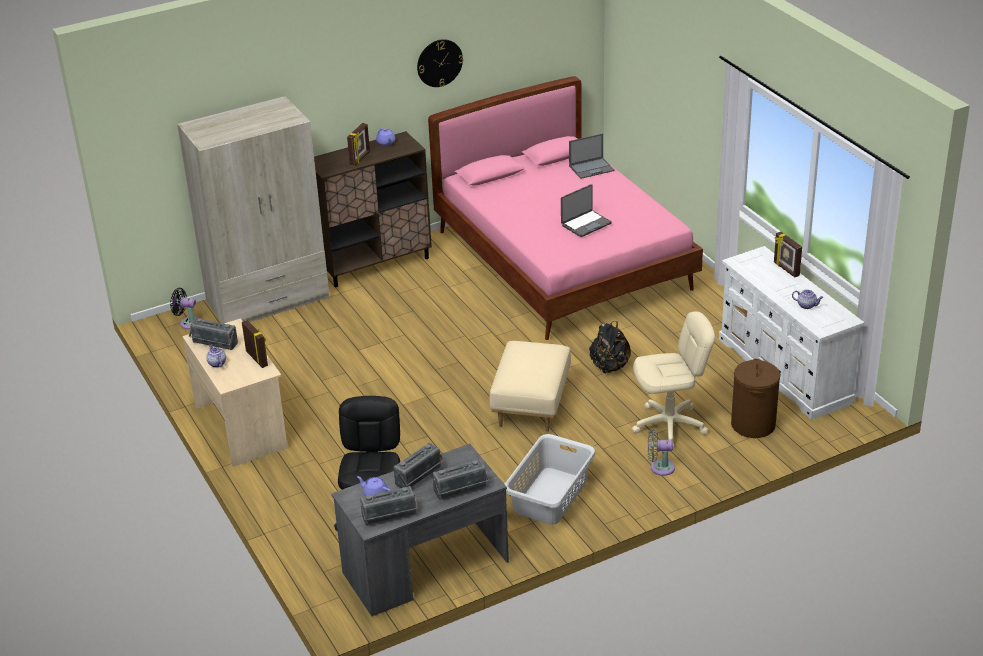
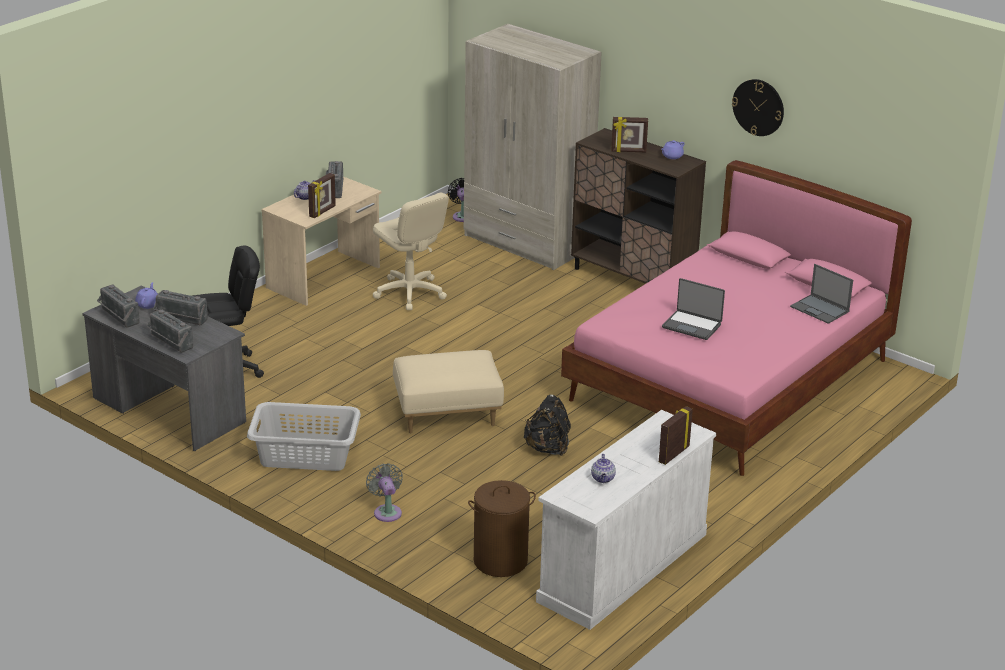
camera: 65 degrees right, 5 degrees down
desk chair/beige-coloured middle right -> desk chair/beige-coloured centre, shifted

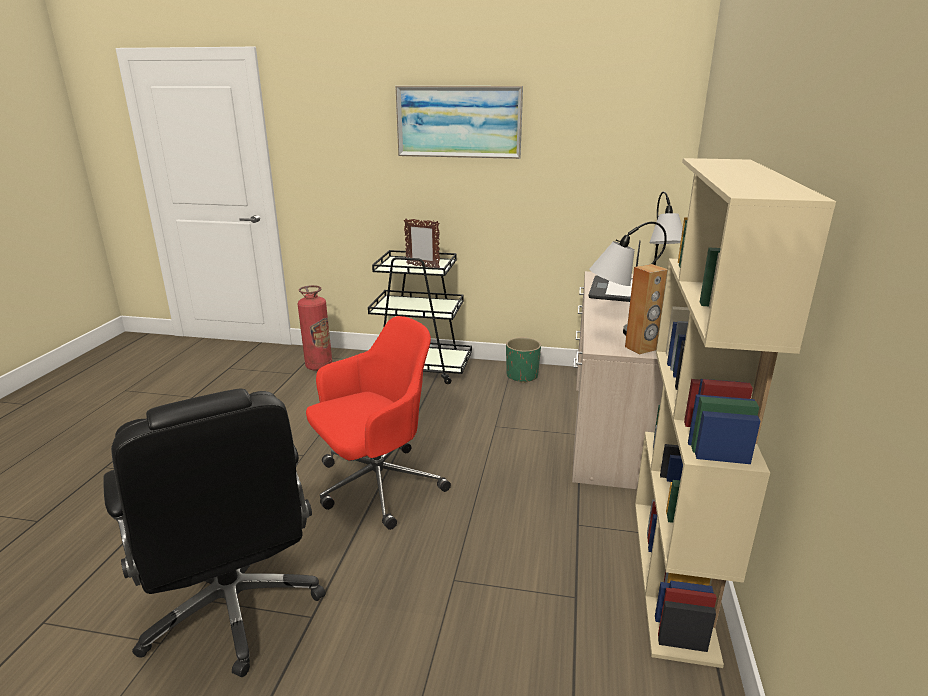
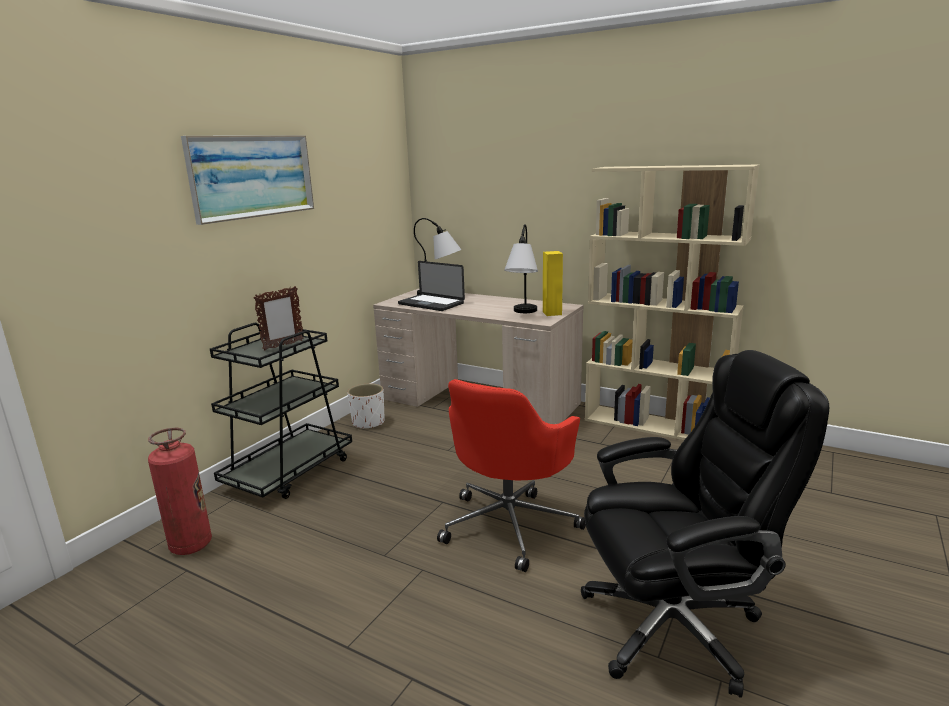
camera: 70 degrees left, 5 degrees down
speaker/brownish middle right -> speaker/yellowish centre
desk chair/red-coloured centre -> desk chair/red-coloured bottom centre, 135 degrees counterclockwise
plant pot/green-coloured centre -> plant pot/whitish centre

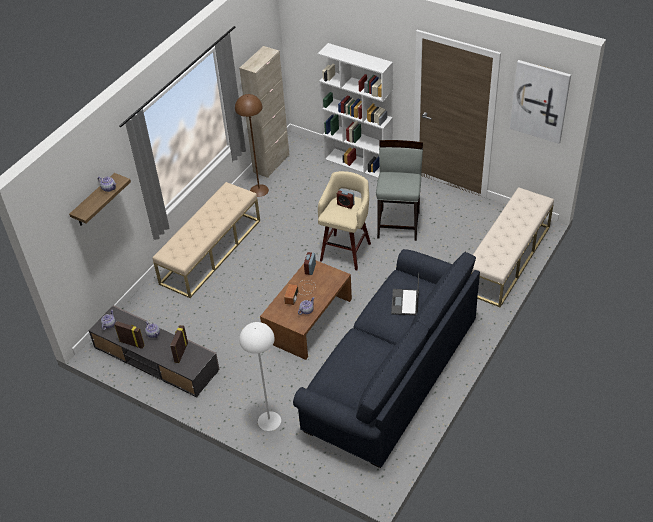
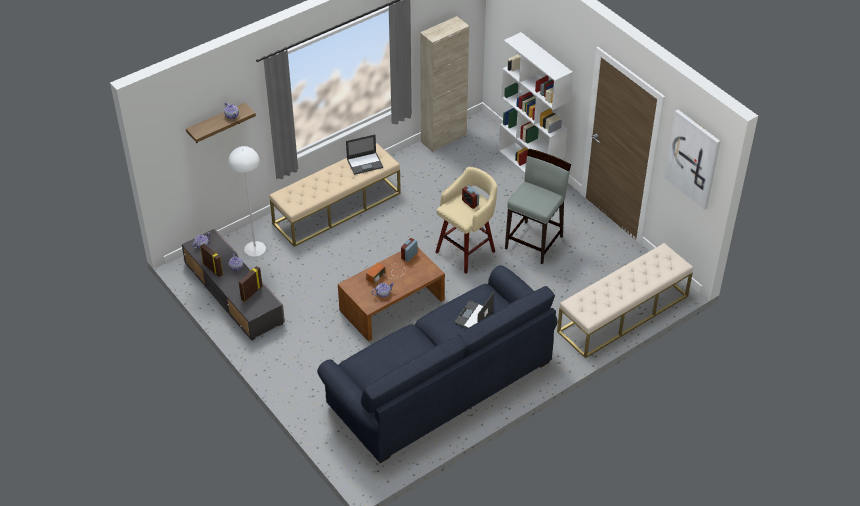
camera: 20 degrees right, 0 degrees up
standard lamp/brownish top centre -> none
standard lamp/whitish bottom centre -> standard lamp/whitish middle left, shifted
none -> laptop (no. 1 from left) top centre

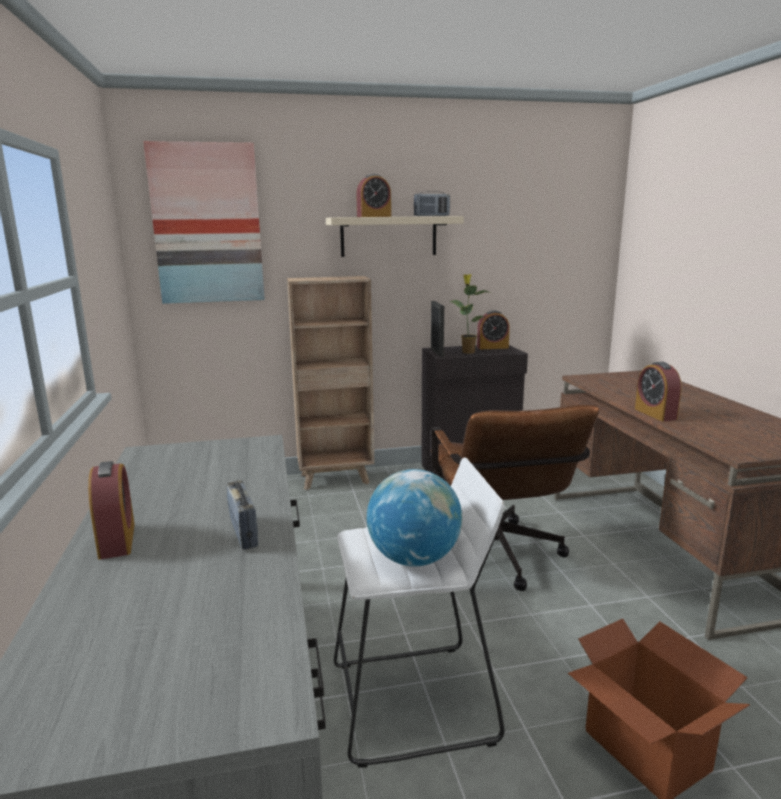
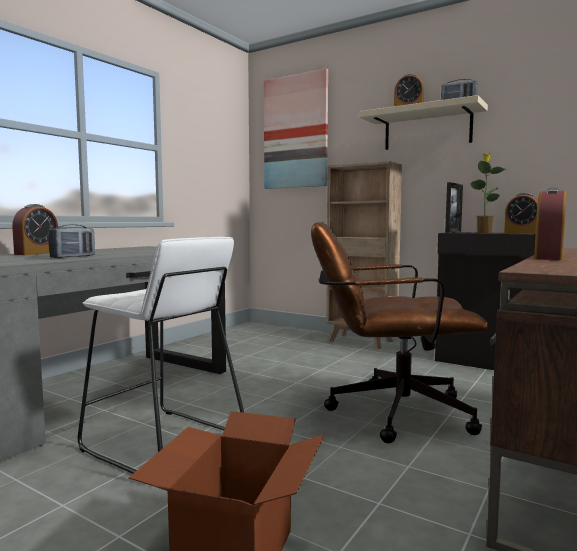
camera: 45 degrees right, 10 degrees down
desk chair/brownish centre -> desk chair/brownish middle right, 60 degrees clockwise
desk globe centre -> none

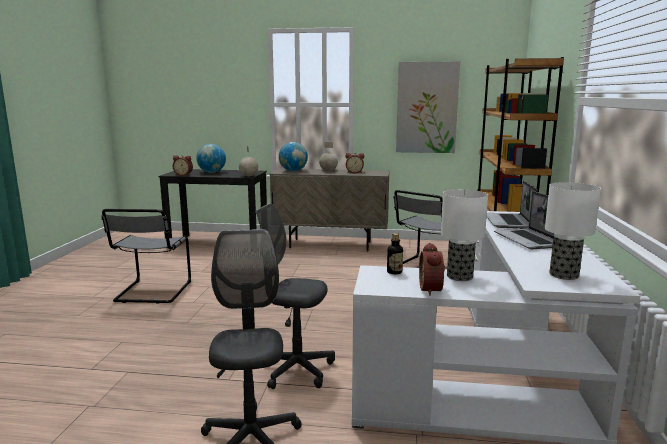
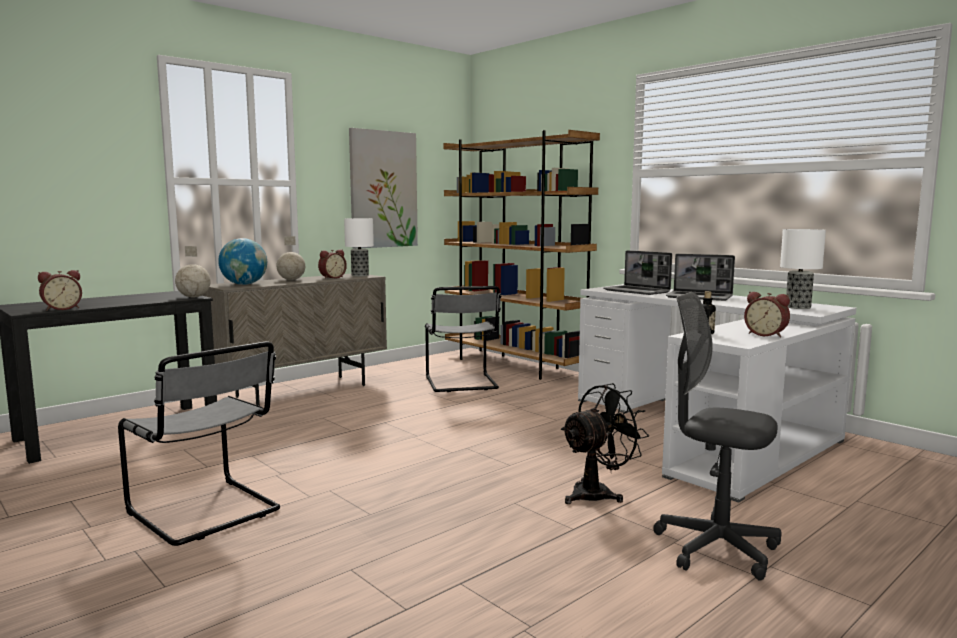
camera: 50 degrees left, 5 degrees down
desk globe (no. 1 from left) middle left -> none
lamp for a table (no. 1 from left) middle right -> lamp for a table (no. 1 from left) centre, shifted
desk chair/gray (no. 2 from left) bottom centre -> electric fan/blackish bottom centre

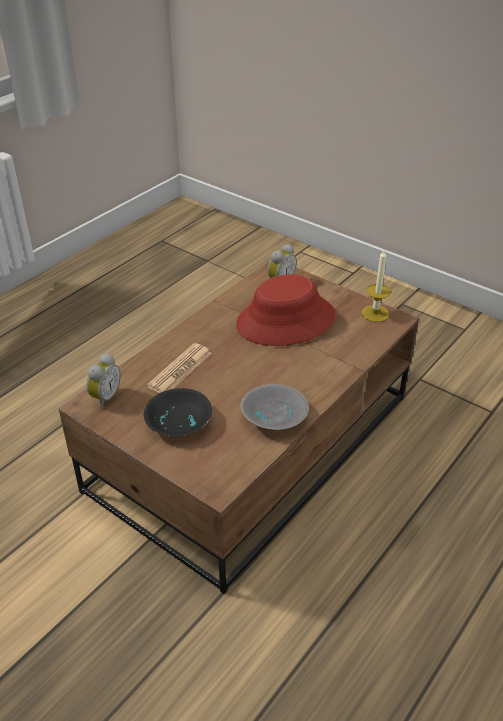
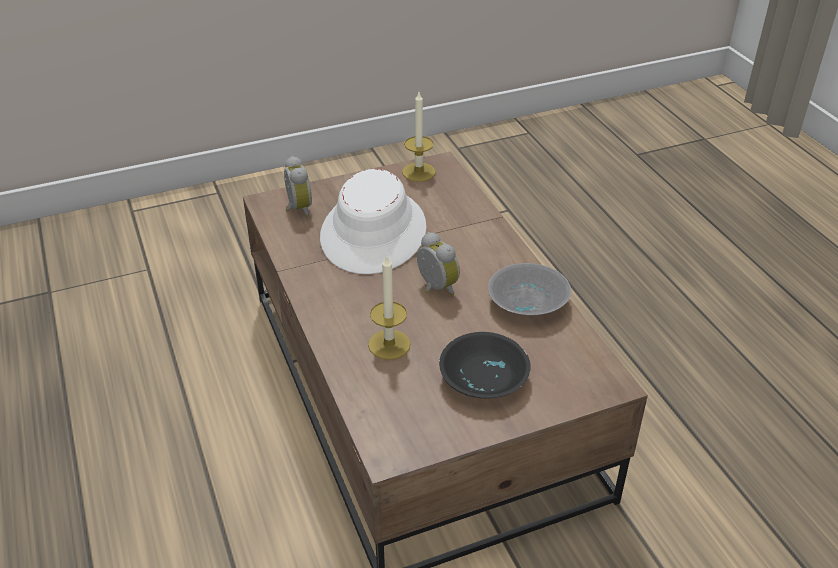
camera: 60 degrees left, 0 degrees up
wearable hat/red-coloured centre -> wearable hat/whitish centre
newspaper centre -> wax candle (no. 1 from left) centre
table clock (no. 1 from left in the first image) middle left -> table clock (no. 2 from left) centre, shifted

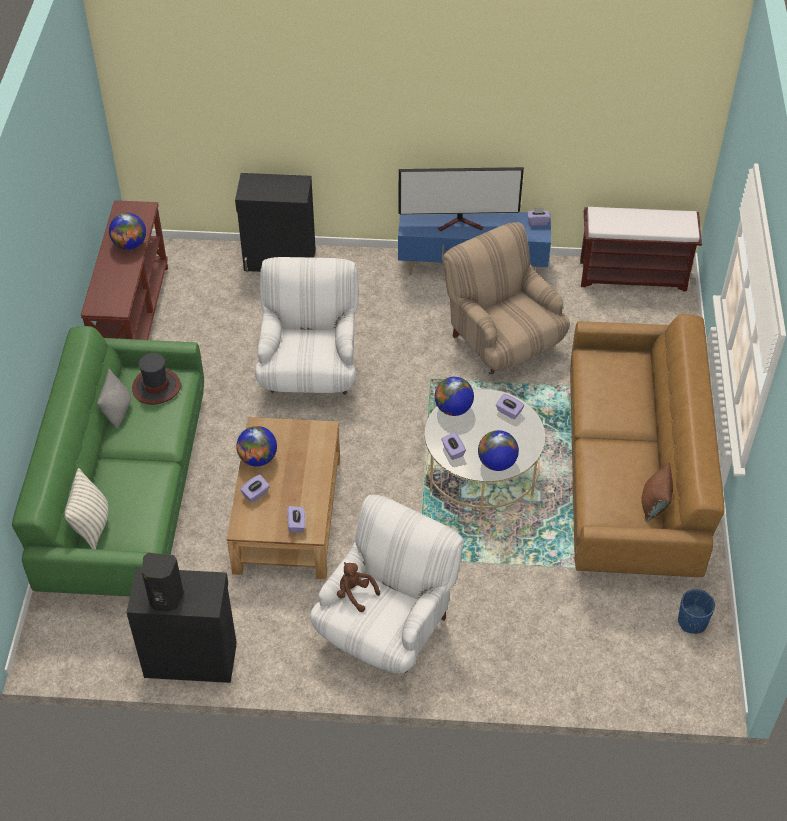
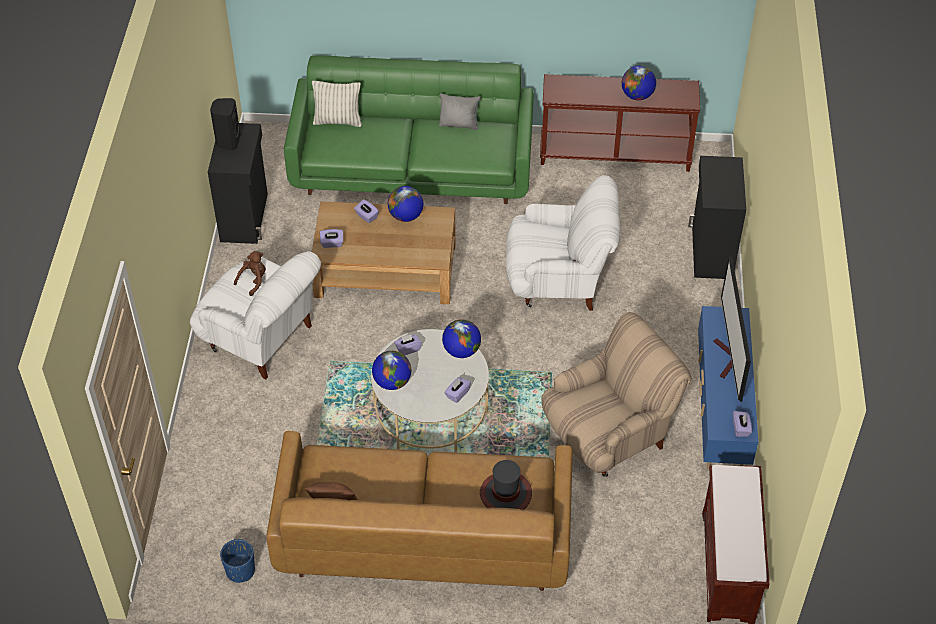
camera: 90 degrees right, 0 degrees up
wearable hat middle left -> wearable hat bottom centre, shifted

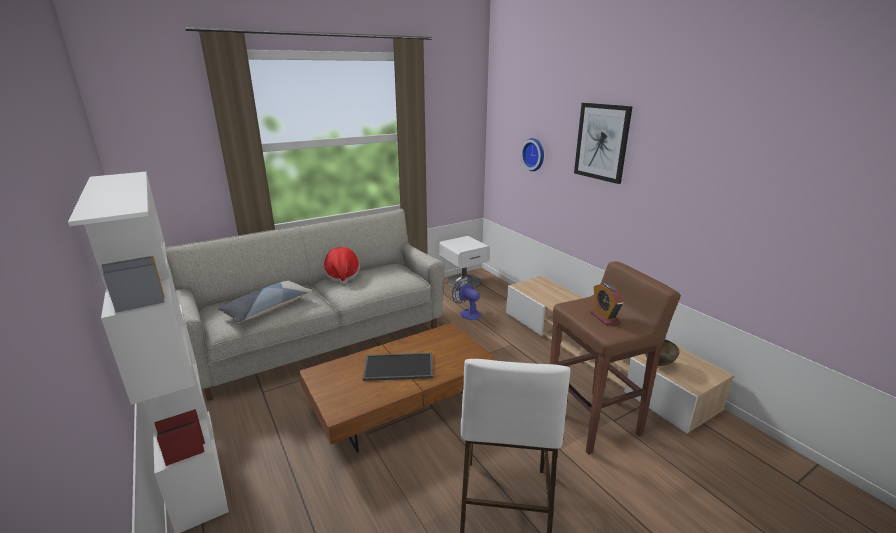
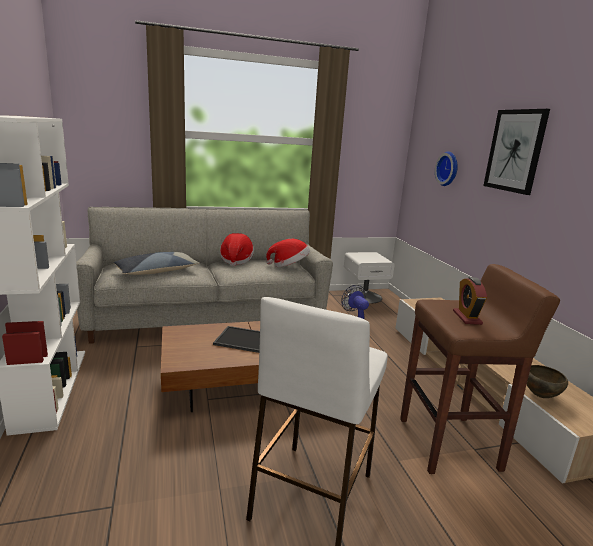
camera: 15 degrees right, 5 degrees down
none -> wearable hat (no. 2 from left) centre

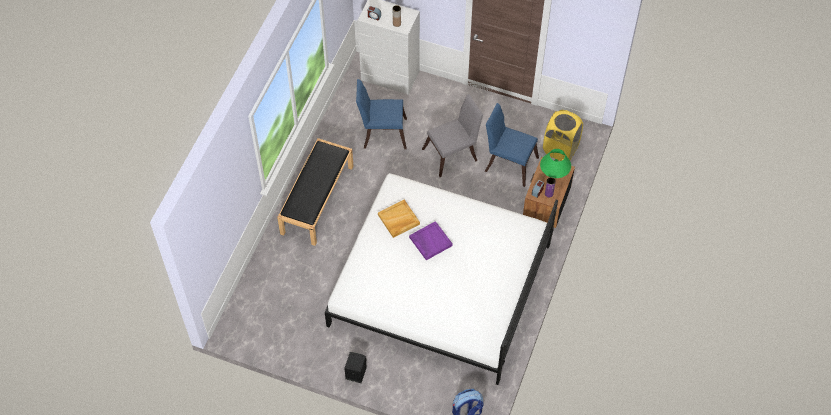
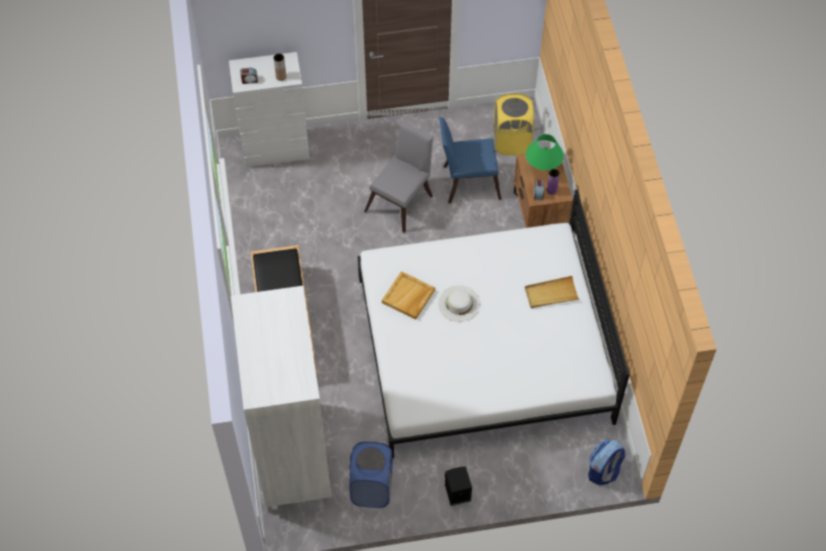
camera: 30 degrees left, 0 degrees up
plain chair/bluish (no. 1 from left) top centre -> none
tray/purple-coloured centre -> wearable hat/whitish centre
none -> tray/beige-coloured (no. 2 from left) middle right
none -> armoire/whitish bottom centre
none -> washing basket/bluish bottom centre

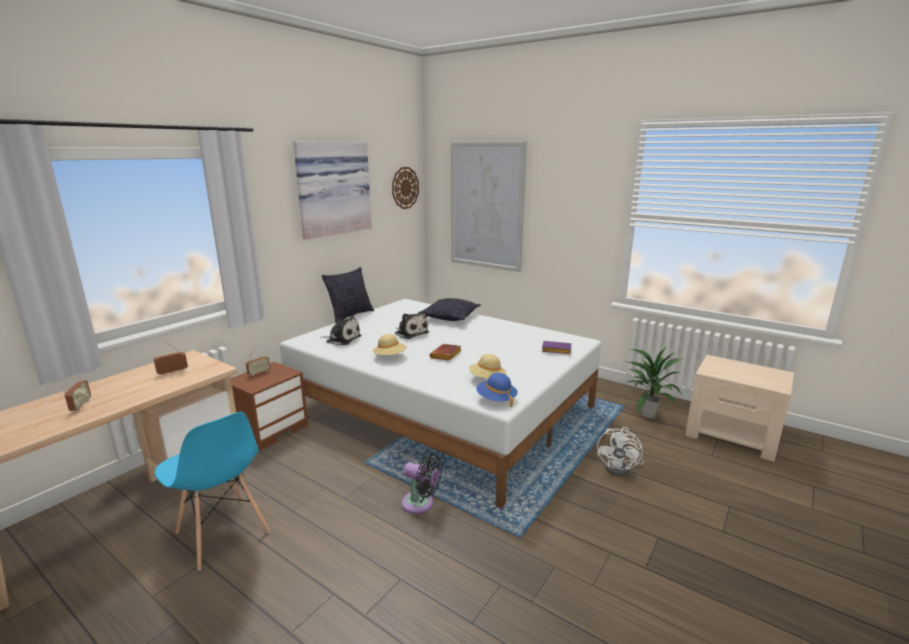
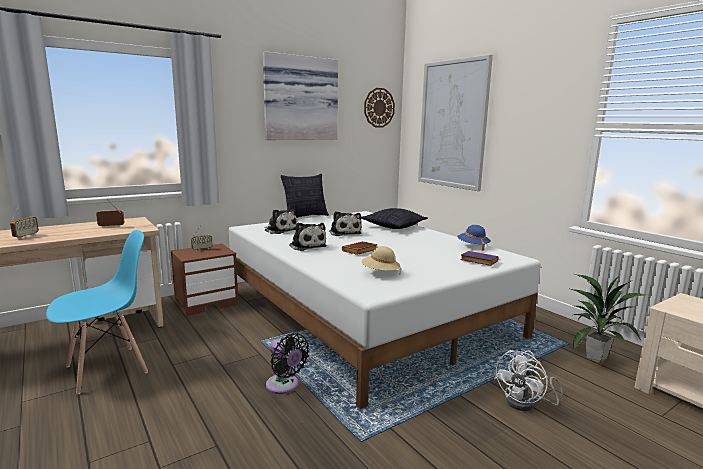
camera: 20 degrees right, 5 degrees down
wearable hat/beige-coloured (no. 1 from left) centre -> plush toy (no. 2 from left) centre
wearable hat/bluish centre -> wearable hat/bluish middle right, shifted
plain chair/bluish bottom left -> plain chair/bluish middle left, 105 degrees counterclockwise

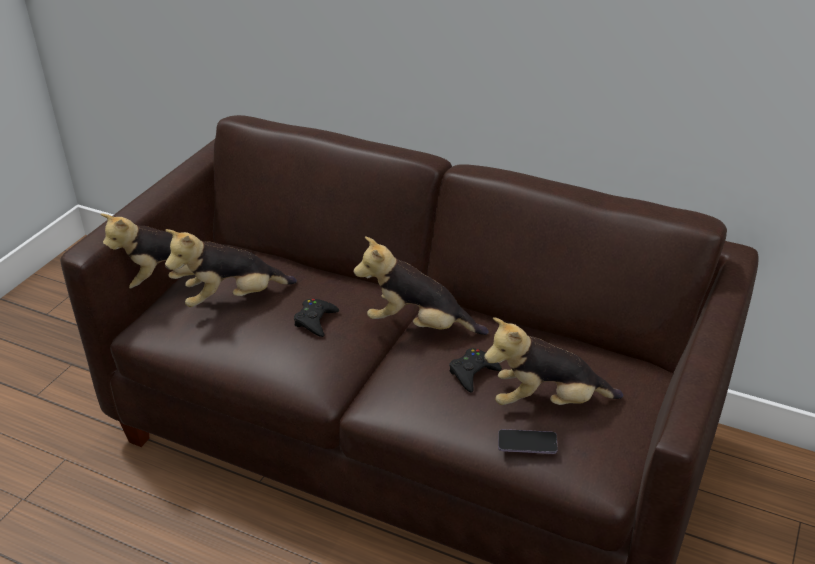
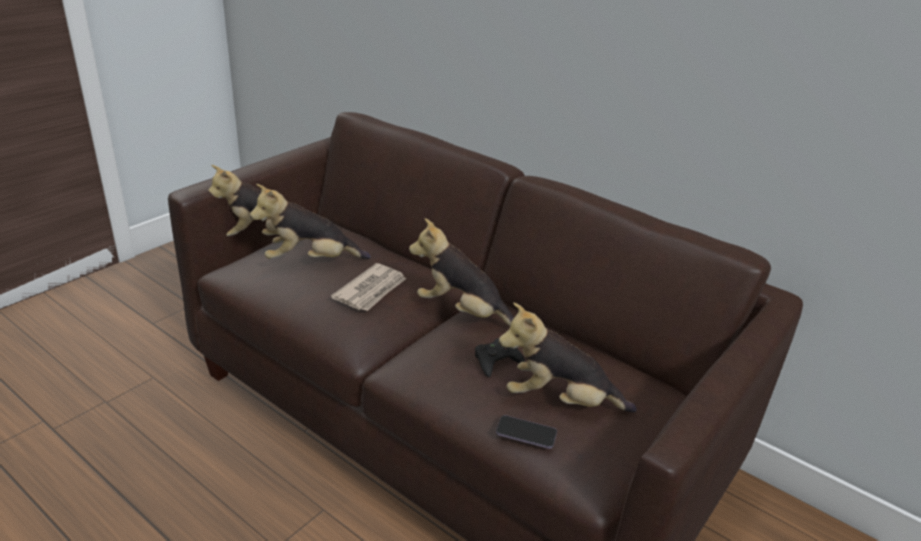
camera: 10 degrees right, 5 degrees down
joypad/blackish (no. 1 from left) centre -> newspaper centre

